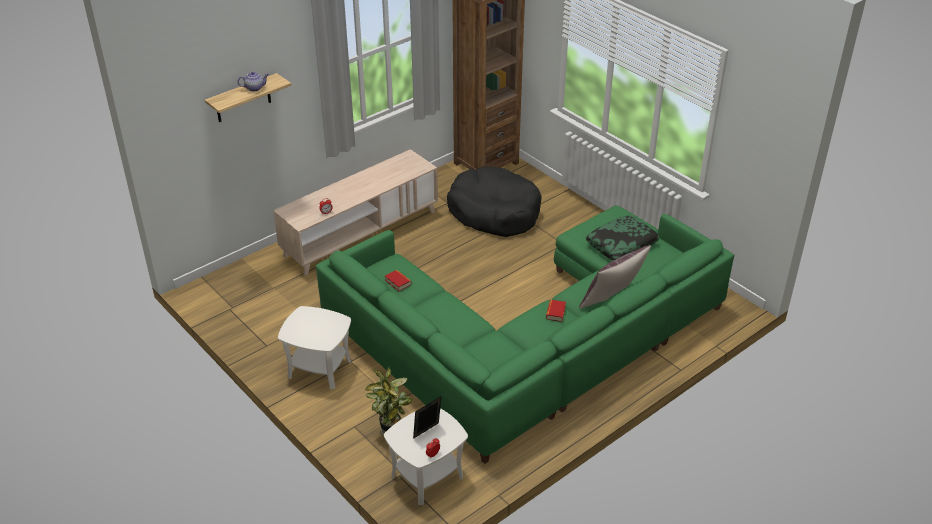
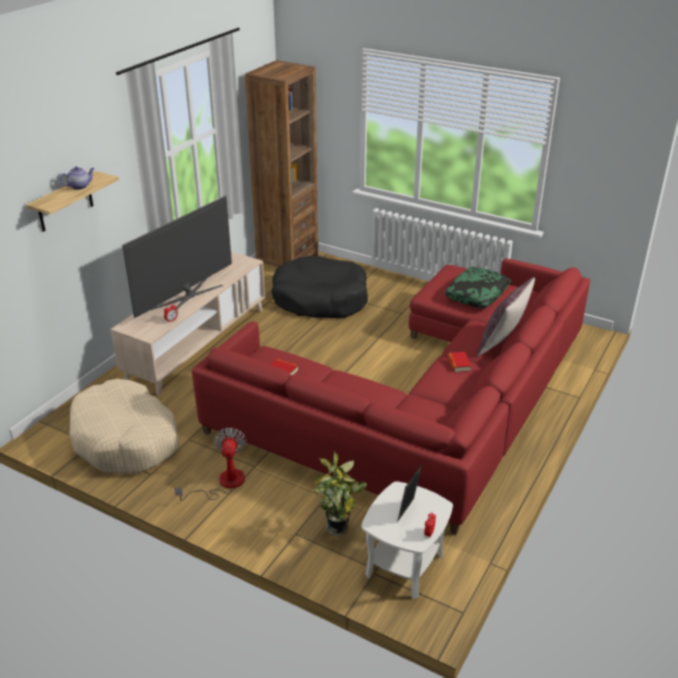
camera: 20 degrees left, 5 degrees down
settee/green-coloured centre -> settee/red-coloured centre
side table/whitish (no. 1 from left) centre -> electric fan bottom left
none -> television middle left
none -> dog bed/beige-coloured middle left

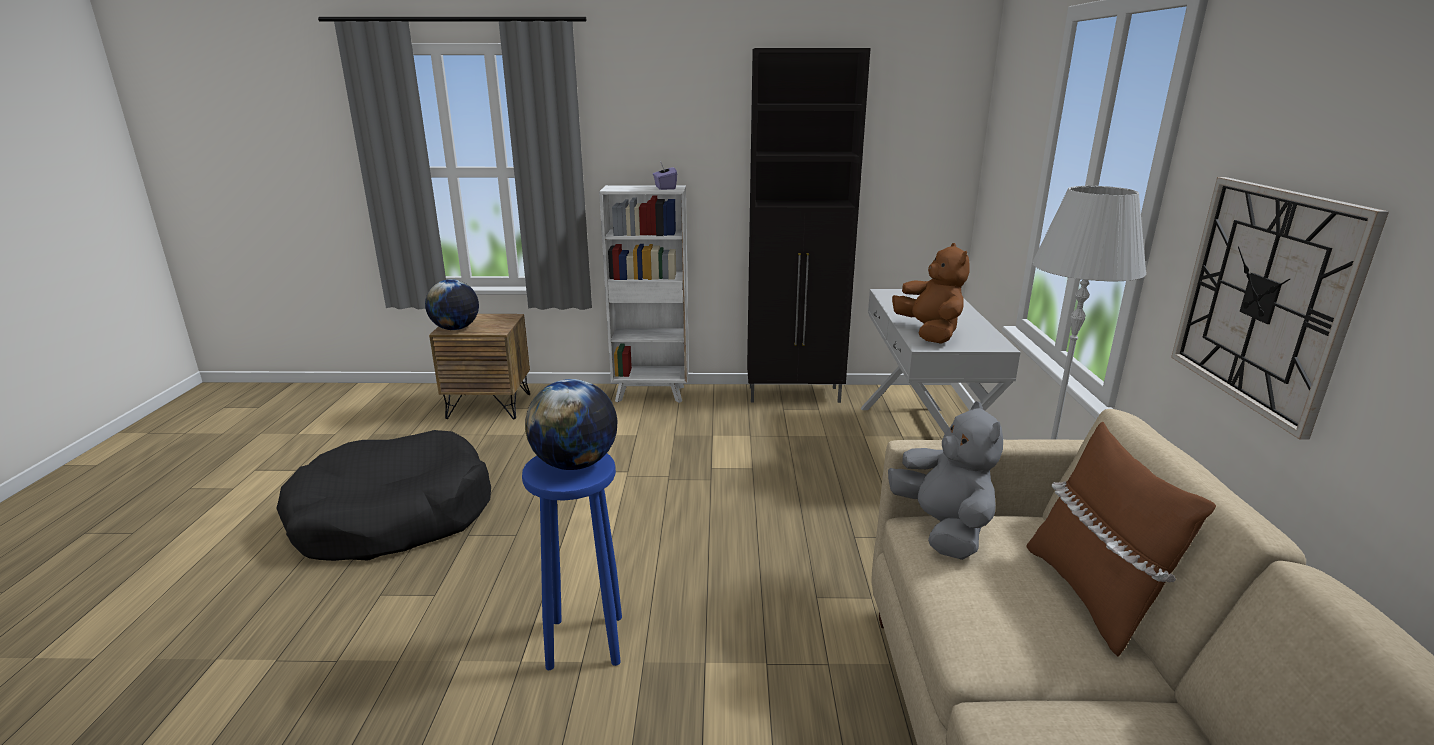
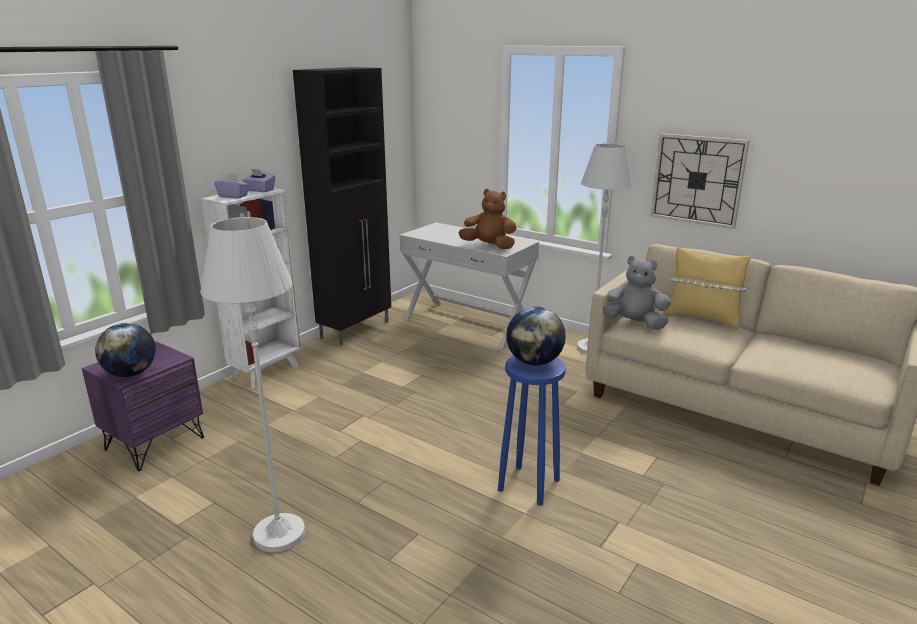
camera: 55 degrees left, 0 degrees up
bedside table/brownish centre -> bedside table/purple-coloured middle left
cushion/brownish bottom right -> cushion/yellowish middle right
dog bed/blackish middle left -> standard lamp/whitish (no. 1 from left) middle left
none -> tissue box/purple-coloured (no. 1 from left) top left

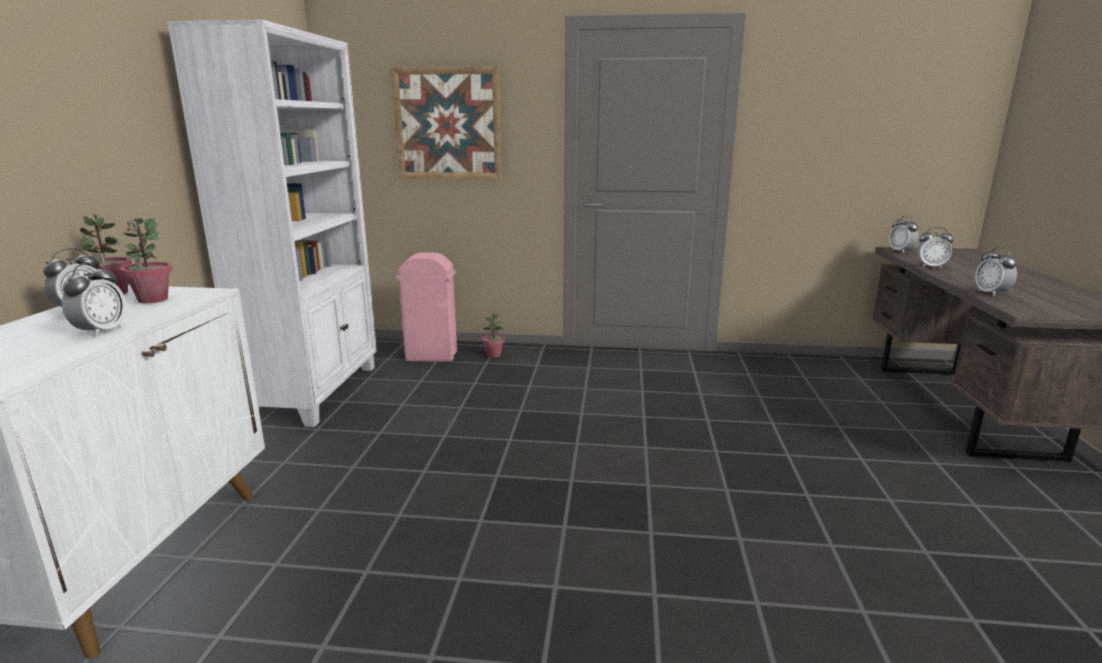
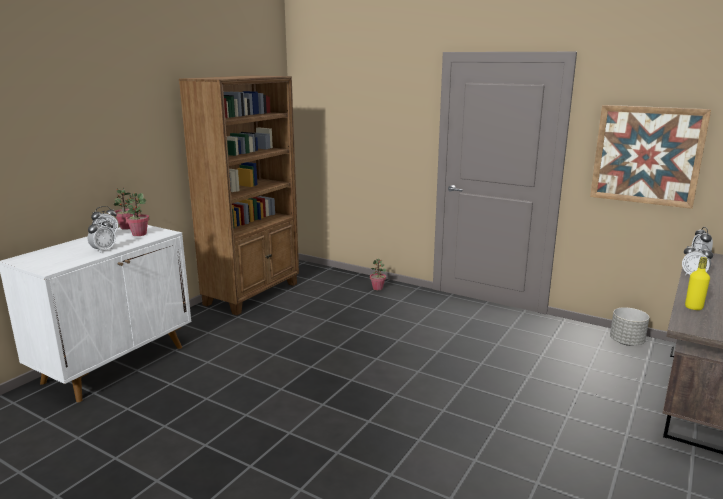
camera: 25 degrees right, 0 degrees up
bookcase/whitish middle left -> bookcase/brownish middle left
picture top centre -> picture top right, shifted
table clock (no. 5 from left) middle right -> beverage bottle/yellowish middle right
rubbish bin/pink-coloured centre -> none
none -> plant pot/gray middle right

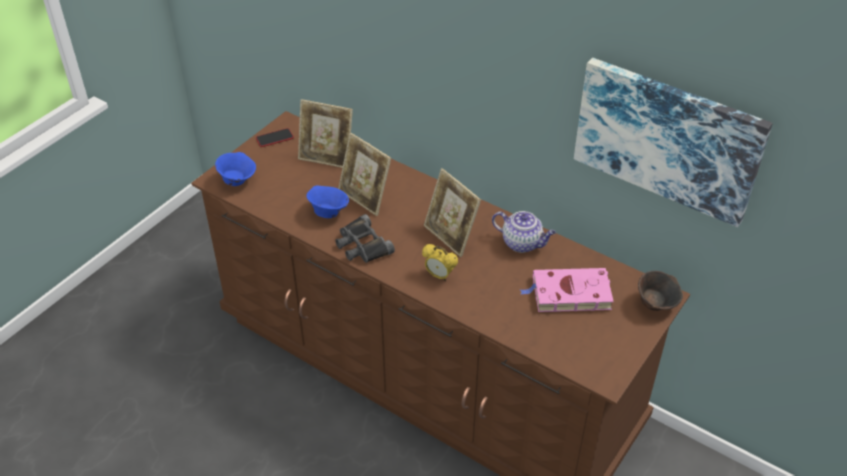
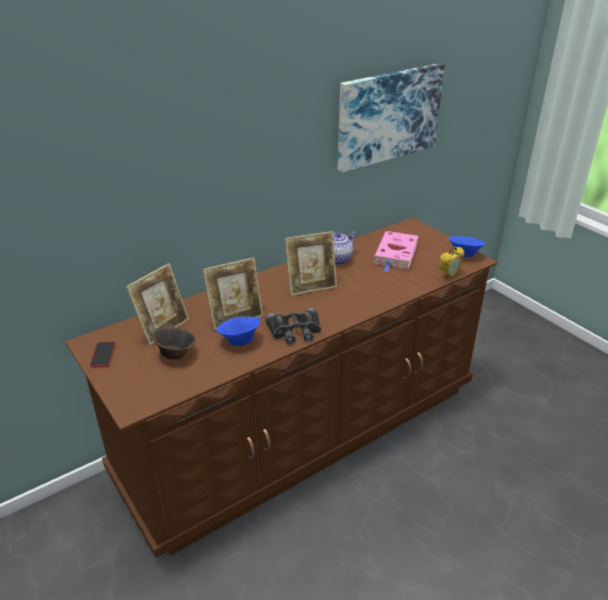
camera: 70 degrees left, 10 degrees down
deep dish/bluish (no. 1 from left in the first image) middle left -> deep dish/bluish (no. 2 from left) middle right, shifted
table clock centre -> table clock middle right, shifted
deep dish/brownish middle right -> deep dish/brownish middle left, shifted

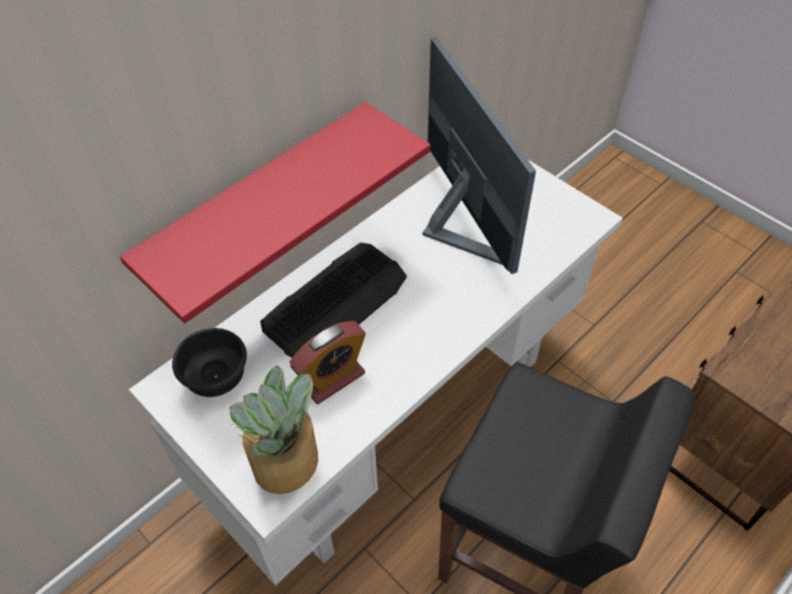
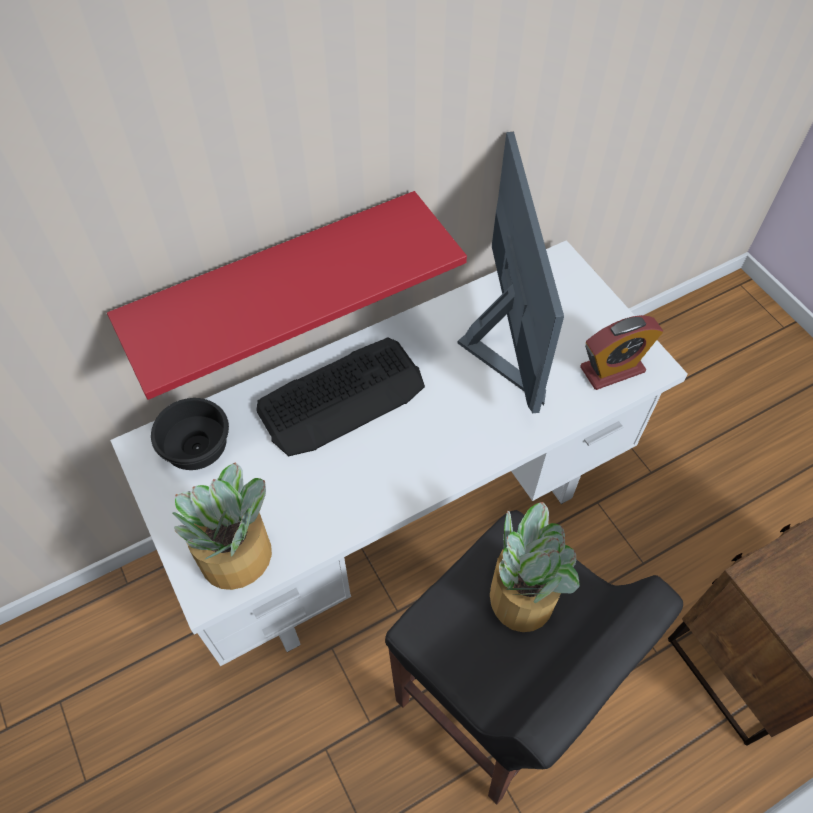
camera: 15 degrees right, 5 degrees up
table clock centre -> table clock middle right, shifted
none -> plant in a pot (no. 2 from left) bottom centre

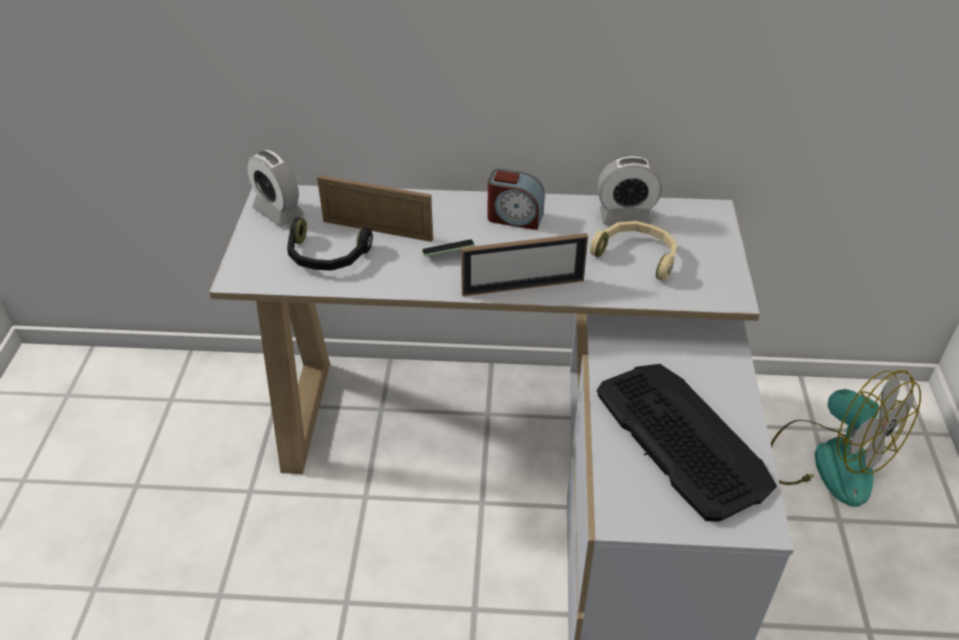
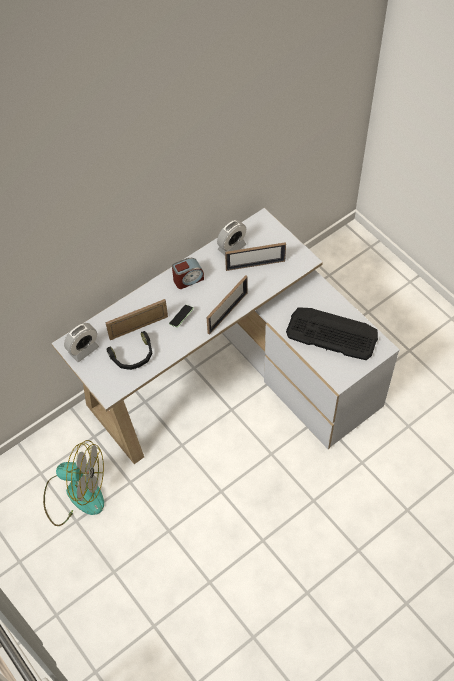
camera: 40 degrees left, 15 degrees up
table clock (no. 1 from left) top left -> table clock (no. 1 from left) middle left, 45 degrees counterclockwise
headphones/beige-coloured centre -> photo frame (no. 3 from left) centre
electric fan bottom right -> electric fan bottom left, shifted

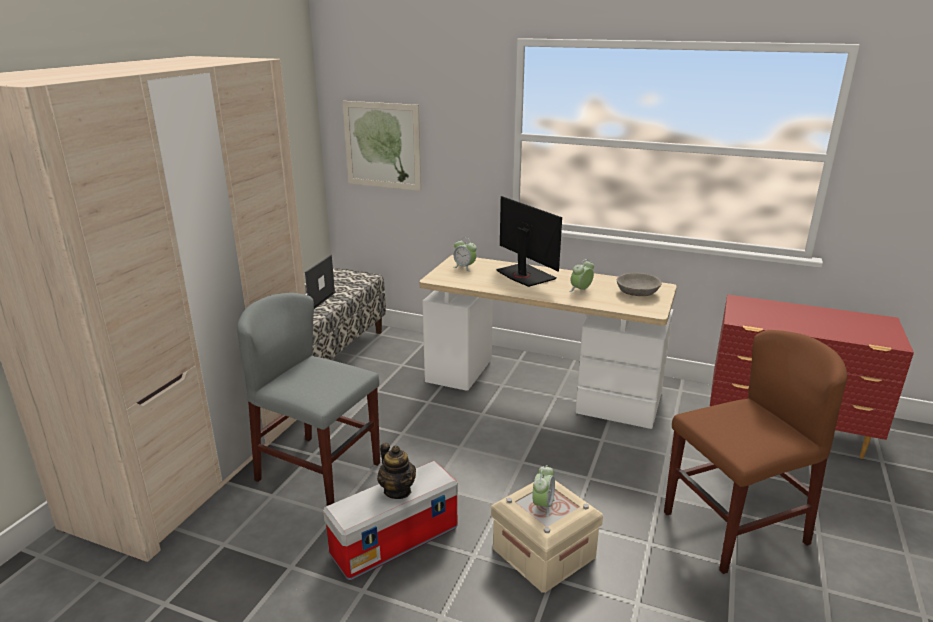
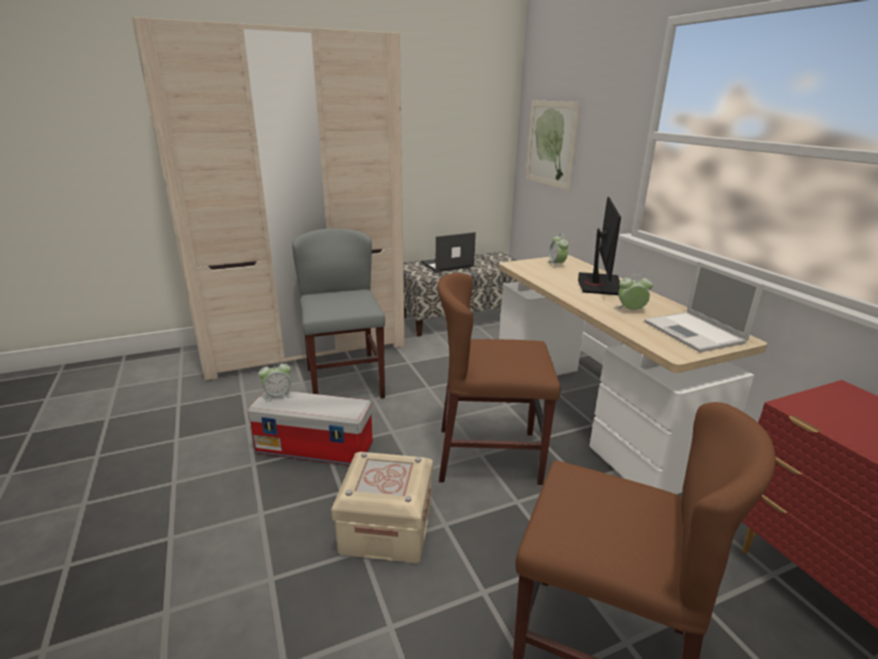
camera: 45 degrees right, 0 degrees up
deep dish/gray middle right -> laptop (no. 2 from left) middle right
pot for tea bottom centre -> none
table clock (no. 2 from left in the first image) bottom centre -> table clock (no. 1 from left) middle left, shifted
none -> plain chair/brownish (no. 1 from left) centre

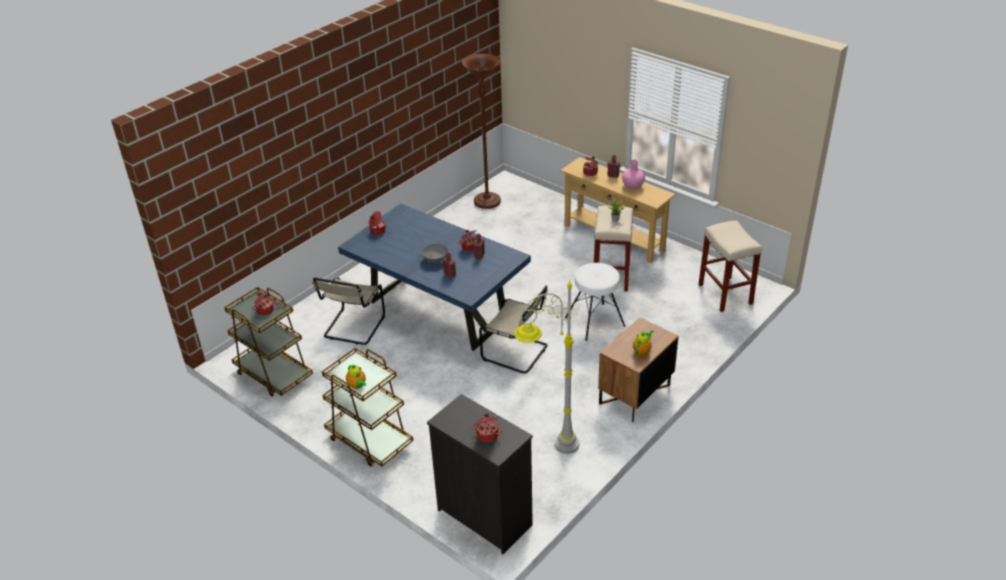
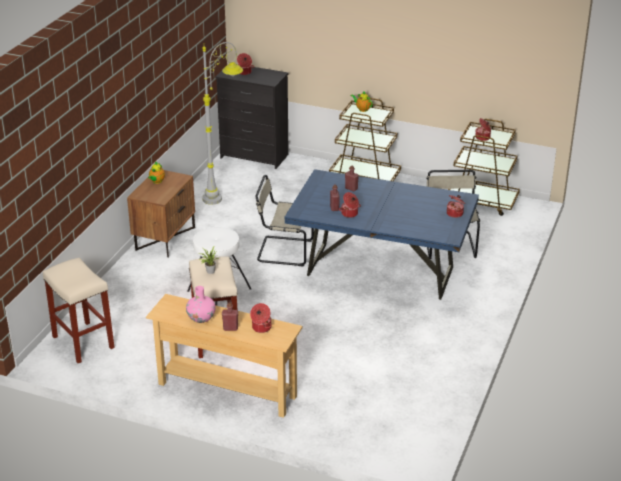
camera: 160 degrees right, 5 degrees down
standard lamp/brownish top centre -> none
deep dish/gray centre -> none

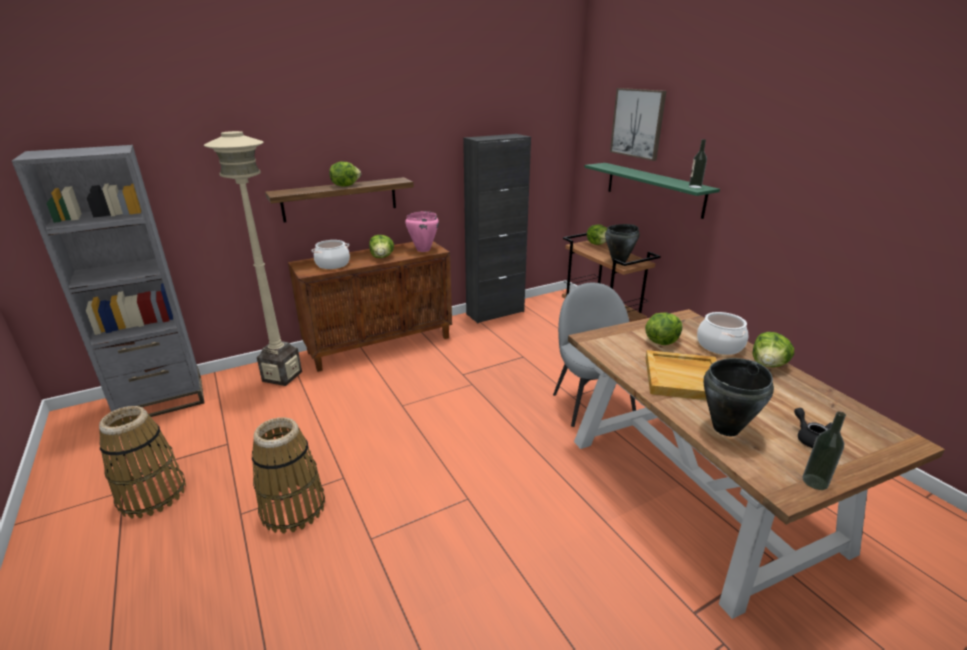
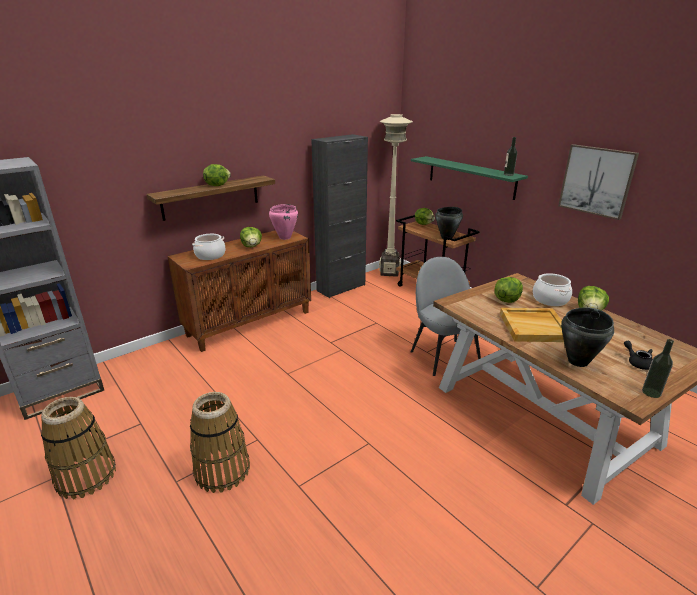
camera: 10 degrees left, 0 degrees up
picture top centre -> picture top right, shifted
standard lamp/beige-coloured middle left -> standard lamp/beige-coloured top centre, shifted

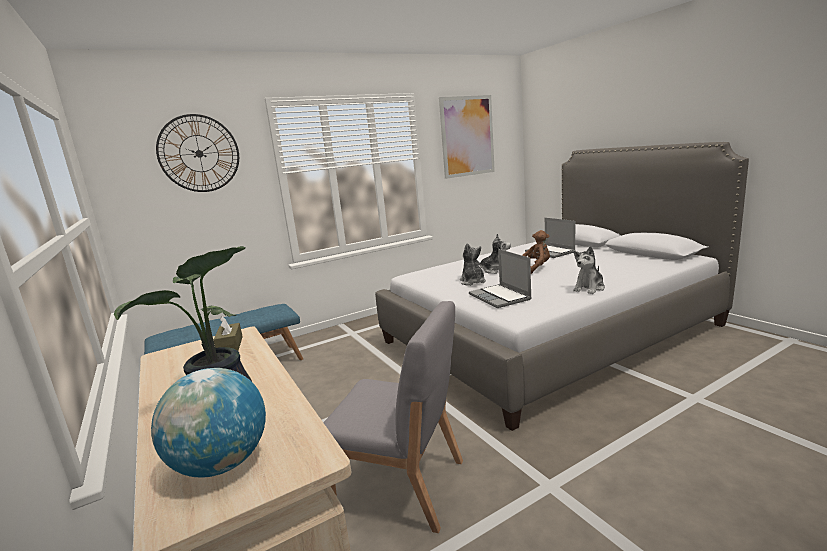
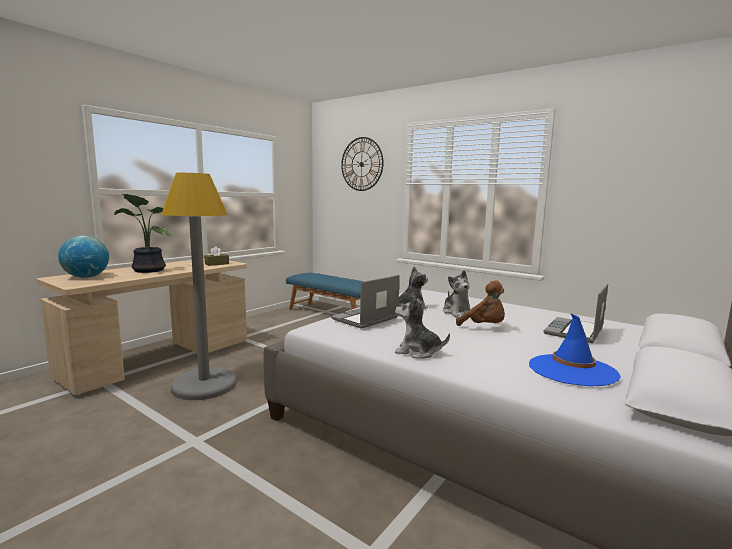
camera: 65 degrees right, 5 degrees down
picture top centre -> none
plain chair/gray bottom centre -> standard lamp/gray middle left
none -> wearable hat/bluish middle right

